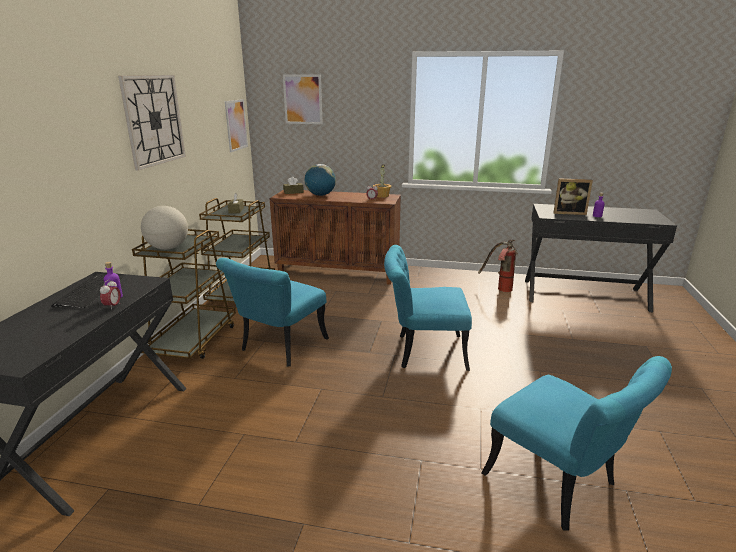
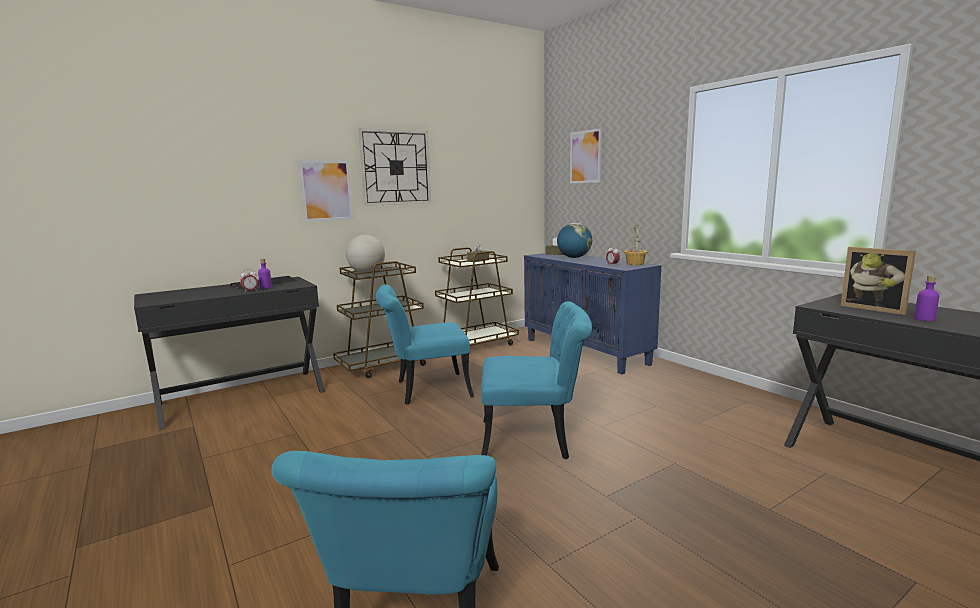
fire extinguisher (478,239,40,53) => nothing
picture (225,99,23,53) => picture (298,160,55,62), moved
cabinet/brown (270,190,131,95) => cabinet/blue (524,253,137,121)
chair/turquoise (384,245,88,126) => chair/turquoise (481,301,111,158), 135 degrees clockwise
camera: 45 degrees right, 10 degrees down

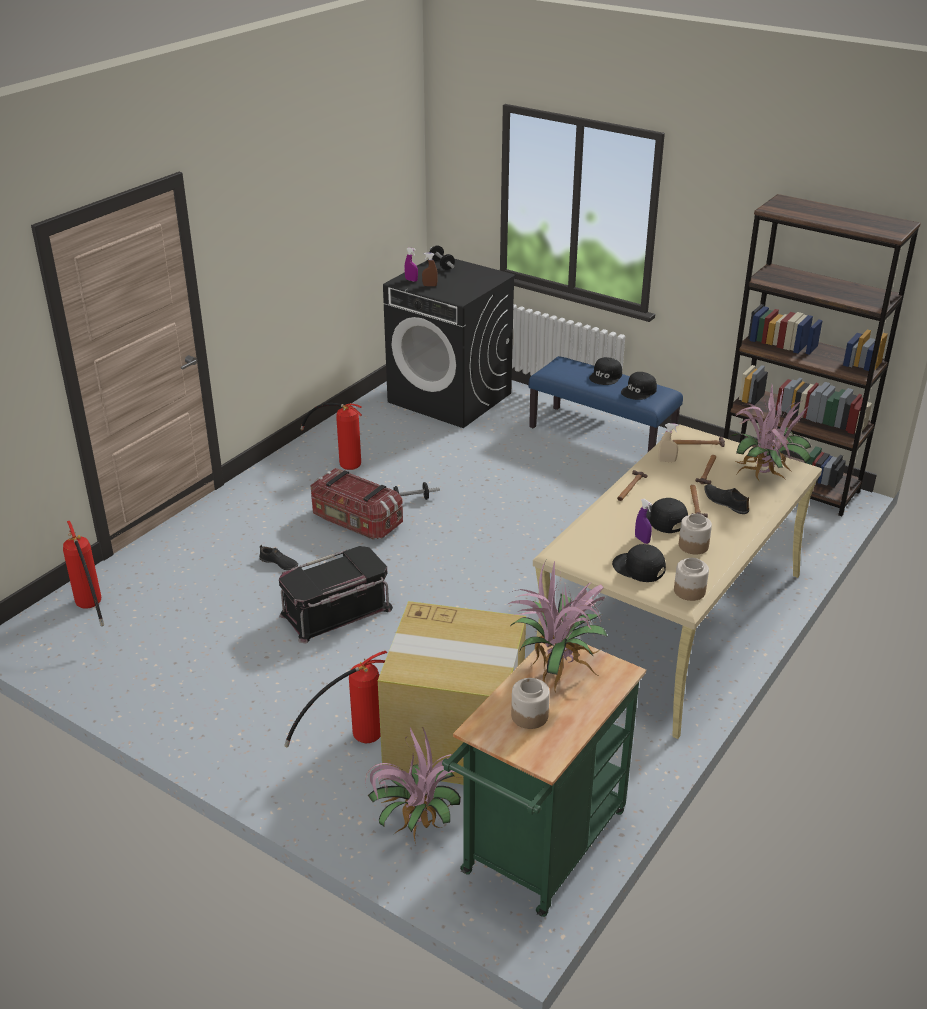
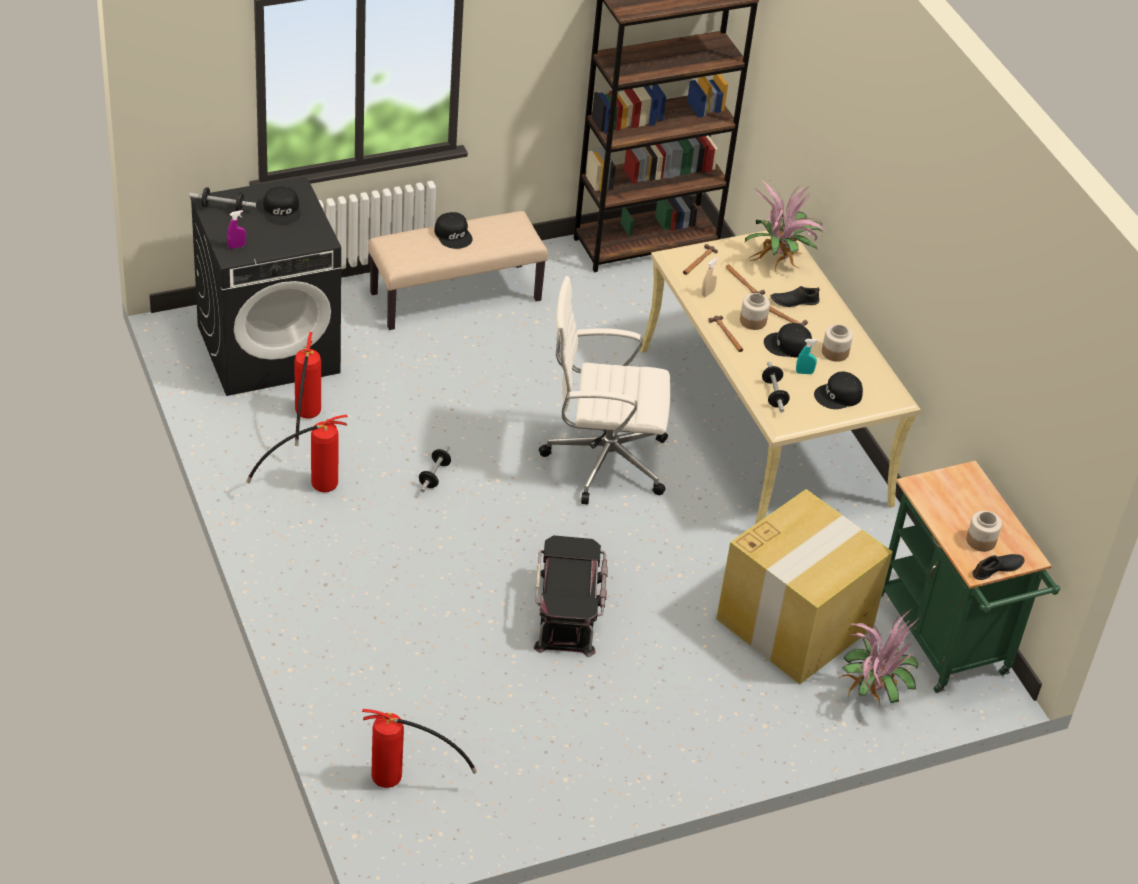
storage box (310,468,93,71) => nothing
spray bottle/brown (422,253,16,33) => nothing
potted plant (507,559,101,134) => nothing
nothing => office chair/white (539,276,131,229)
nothing => dumbbell (762,362,28,51)
shoe/black (259,545,39,25) => shoe/black (972,554,53,26), moved
fire extinguisher (284,651,103,96) => fire extinguisher (294,332,27,114), moved
cap/black (621,372,36,28) => cap/black (263,186,37,39), moved
jar (674,558,35,43) => jar (740,293,30,37), moved
bench/blue (528,356,155,96) => bench/beige (368,211,180,119)
spray bottle/purple (635,499,17,45) => spray bottle/turquoise (796,339,23,35)
camera: 60 degrees left, 10 degrees up

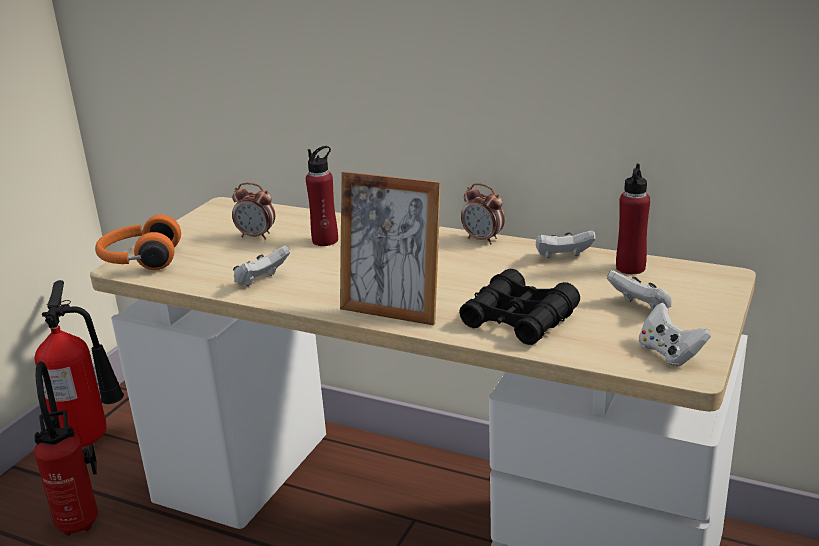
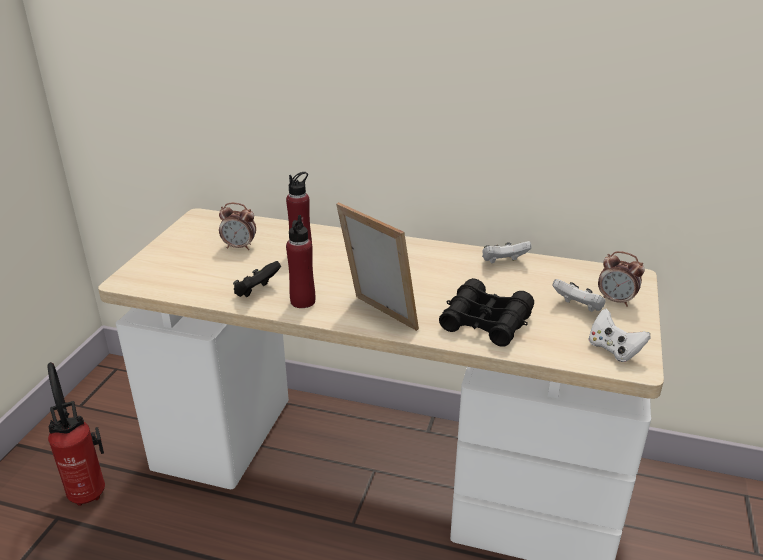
fire extinguisher (35,280,89,167) => nothing
headphones/orange (95,215,86,55) => nothing
alarm clock (461,183,44,62) => alarm clock (598,251,47,56), moved
bottle/red (616,164,34,110) => bottle/red (286,215,29,93), moved
game controller/white (233,246,57,40) => game controller/black (233,261,48,36)
picture frame (340,171,101,154) => picture frame (336,202,83,129), 150 degrees counterclockwise
camera: 10 degrees left, 5 degrees up

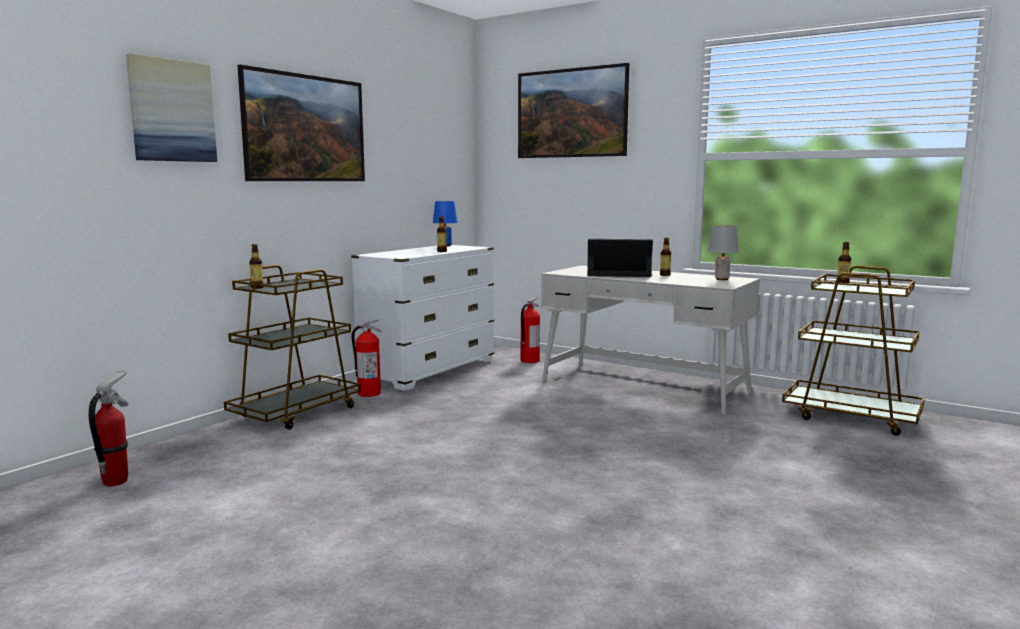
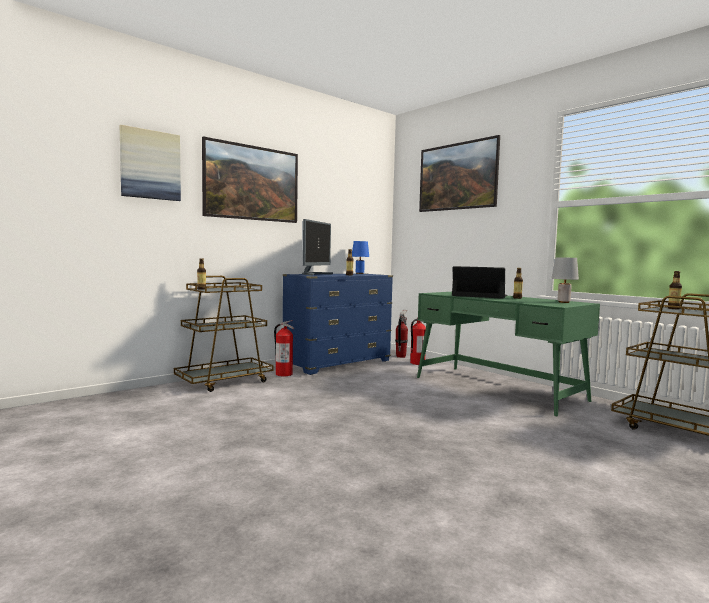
nothing => monitor (302,219,31,57)
fire extinguisher (89,371,40,115) => fire extinguisher (395,310,13,48), moved
dresser/white (351,245,143,146) => dresser/blue (283,273,110,102)
desk/white (541,266,219,148) => desk/green (417,292,183,124)
camera: 15 degrees right, 5 degrees down

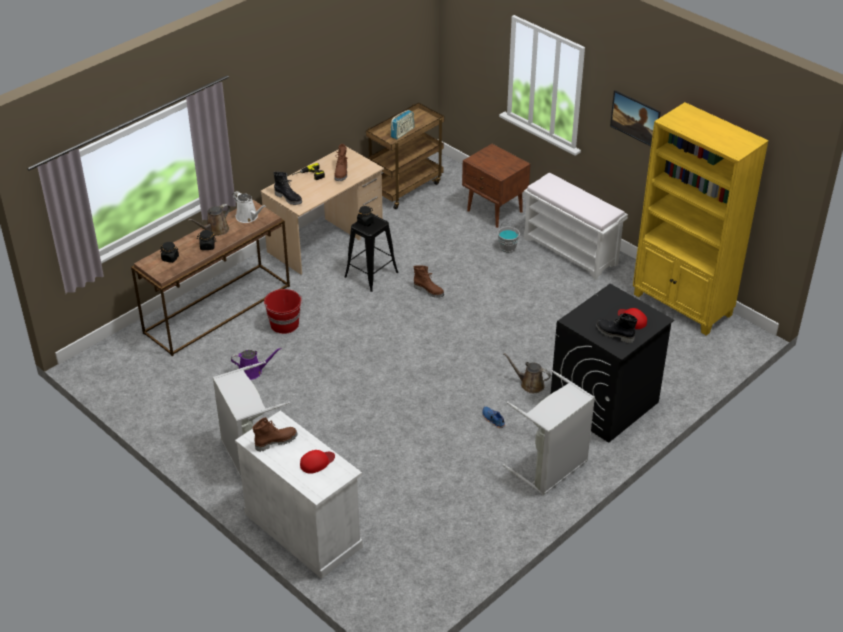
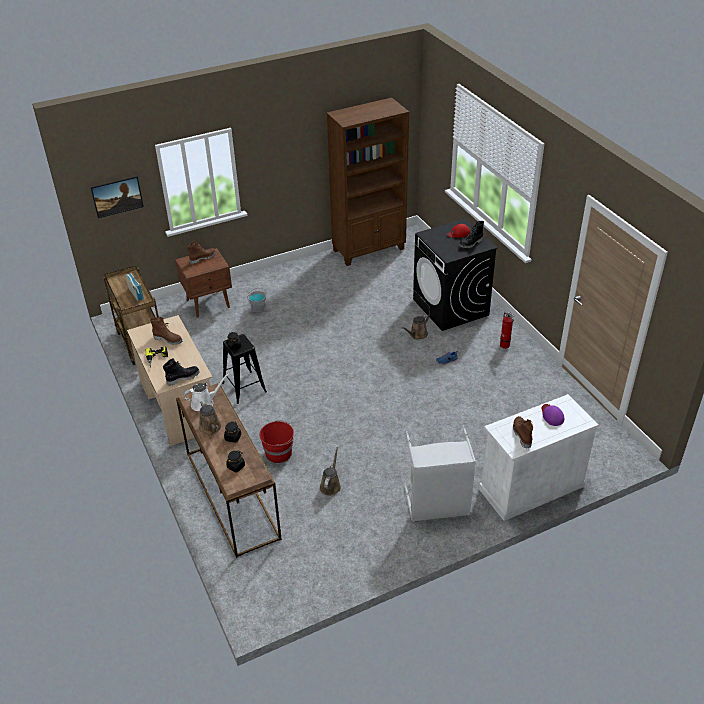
bench/white (524,173,104,107) => nothing
boot/brown (414,265,30,33) => boot/brown (187,241,29,23), moved
picture (610,90,51,56) => picture (91,176,53,42), moved
laundry basket/grey (503,370,92,125) => fire extinguisher (500,312,15,37)
watering can/purple (231,348,51,32) => watering can/brown (320,447,21,49)
cap/red (300,450,35,24) => cap/purple (541,404,23,22)
bookcase/yellow (633,102,136,234) => bookcase/brown (327,98,82,168)
camera: 70 degrees left, 0 degrees up

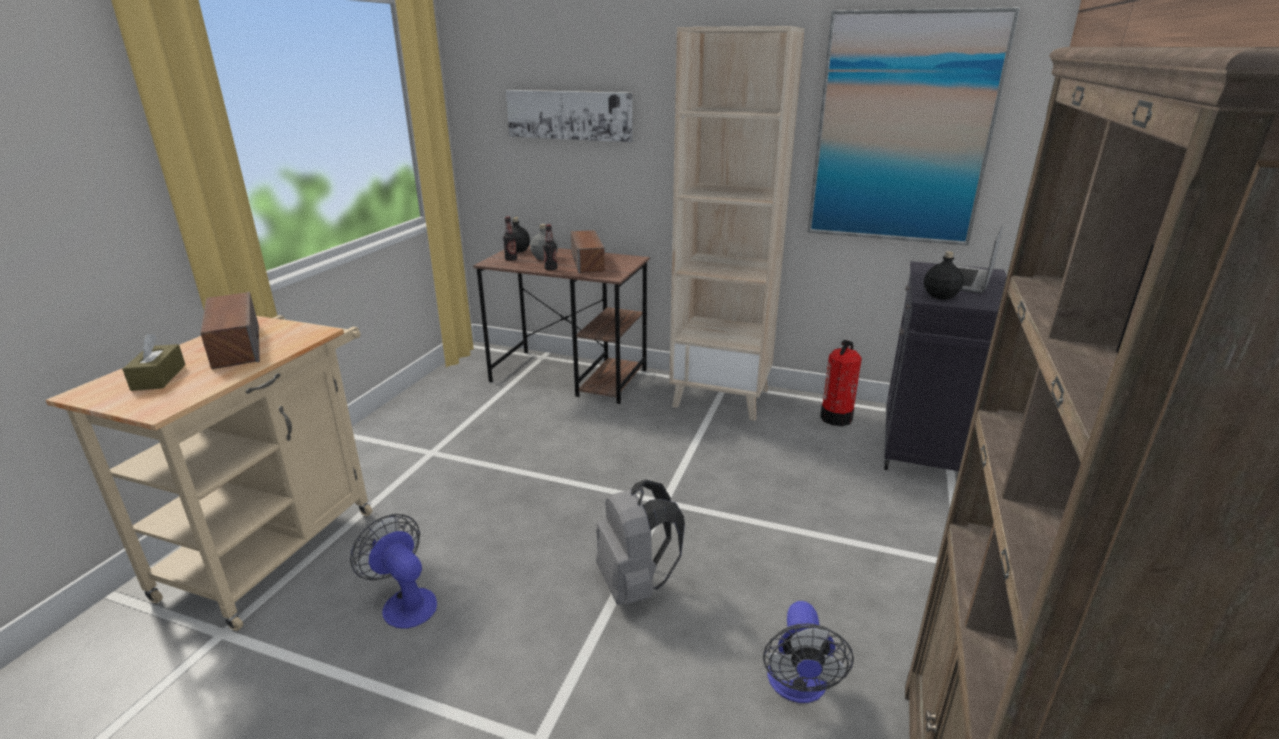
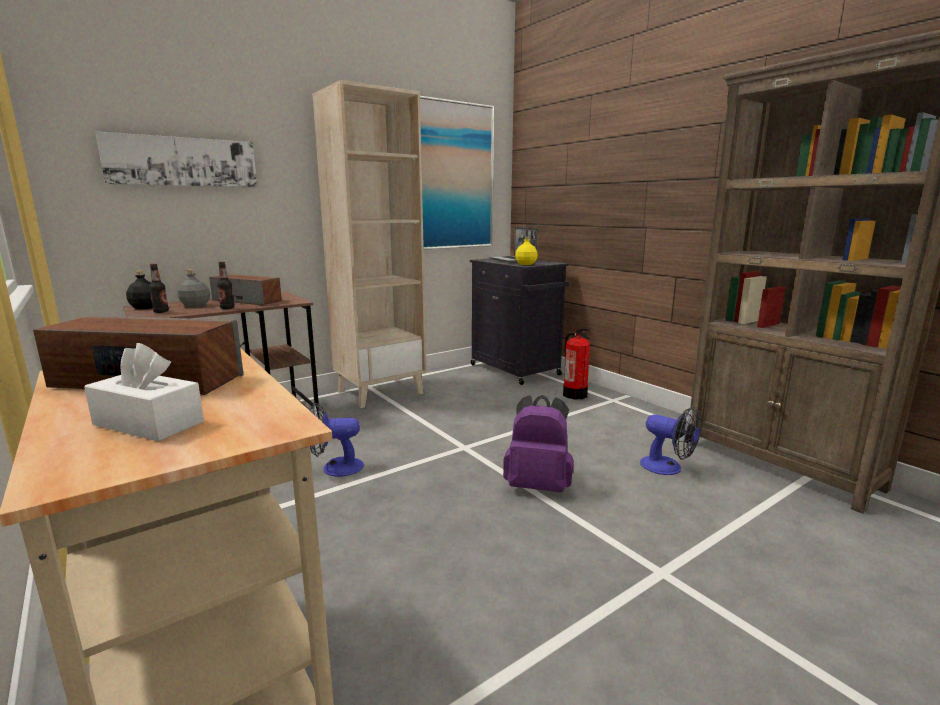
fan (350,514,87,115) => fan (310,403,54,74), moved
fire extinguisher (820,340,42,86) => fire extinguisher (563,328,27,71), moved
tissue box/brown (122,334,63,57) => tissue box/white (84,343,120,98)
backpack/grey (596,479,89,126) => backpack/purple (503,395,71,97)
bottle/black (924,251,40,49) => bottle/yellow (515,236,23,29)
camera: 55 degrees left, 10 degrees down

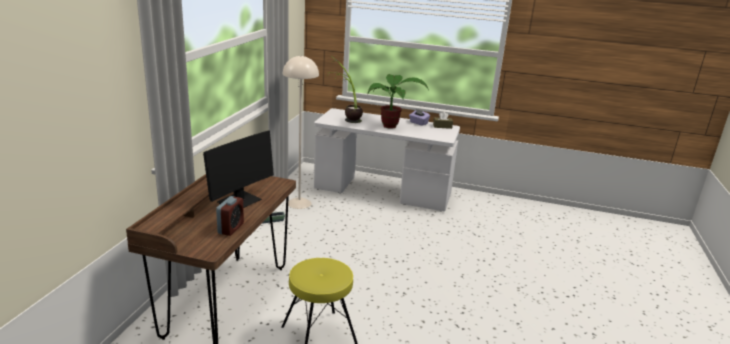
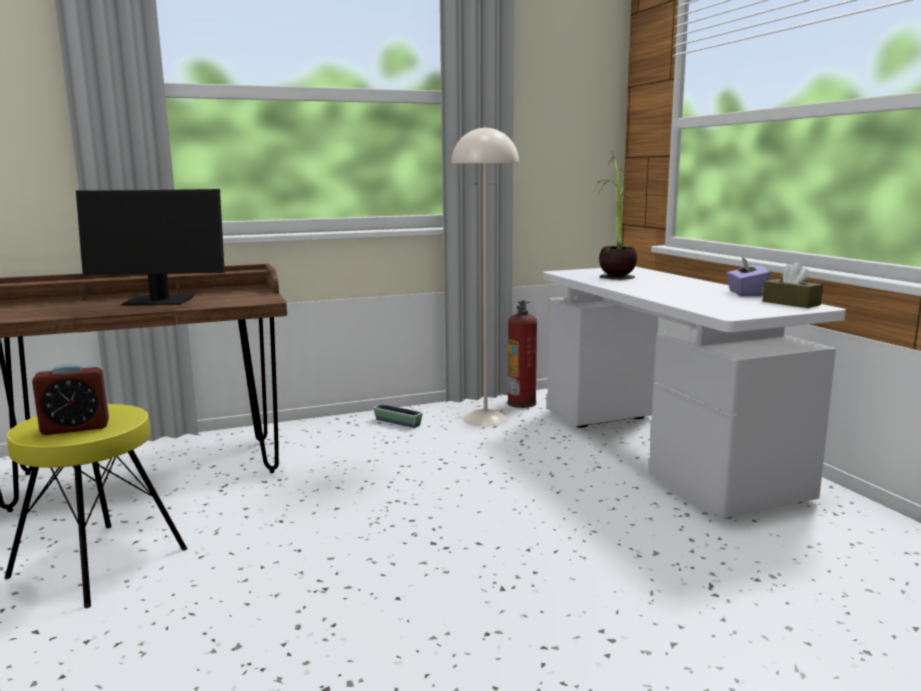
potted plant (368,74,61,55) => nothing
nothing => fire extinguisher (507,300,30,108)
alarm clock (216,196,28,40) => alarm clock (32,364,77,71), moved
camera: 55 degrees right, 10 degrees down

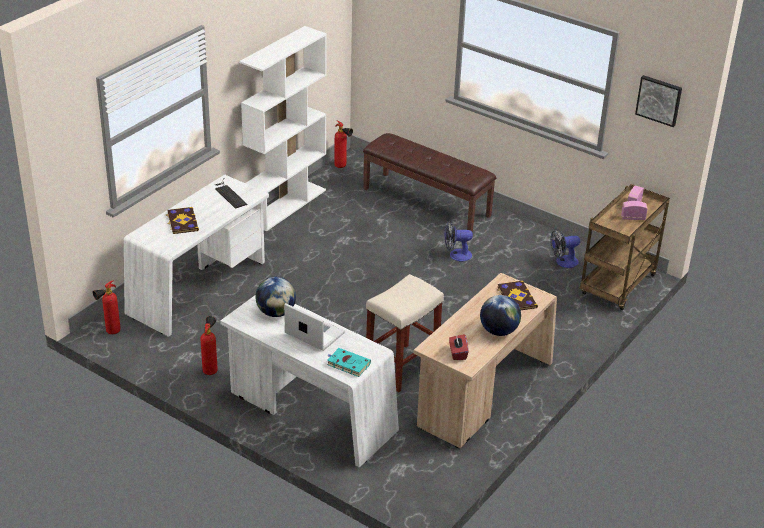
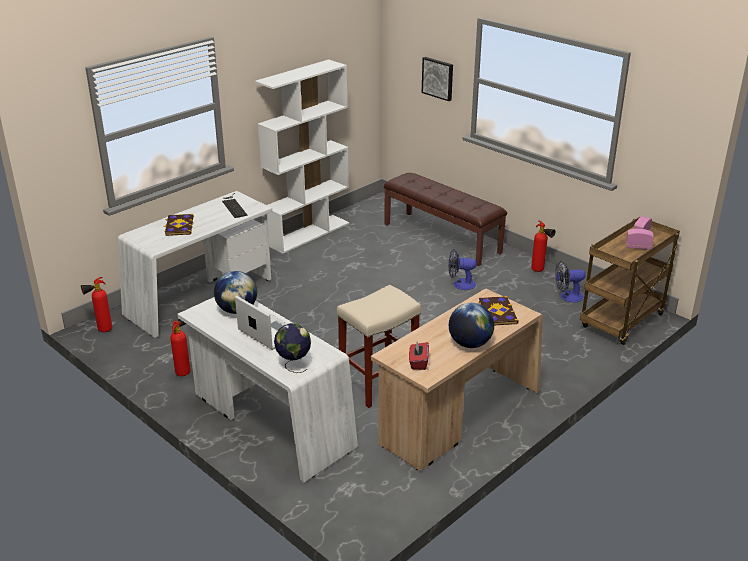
fire extinguisher (334,121,19,47) => fire extinguisher (531,220,25,52), moved
picture (635,75,47,52) => picture (422,57,31,44), moved
book/turquoise (327,348,44,29) => globe (274,323,37,50)
camera: 10 degrees right, 5 degrees down

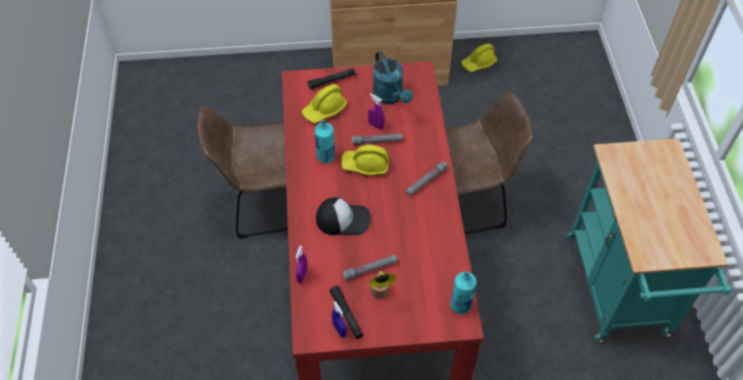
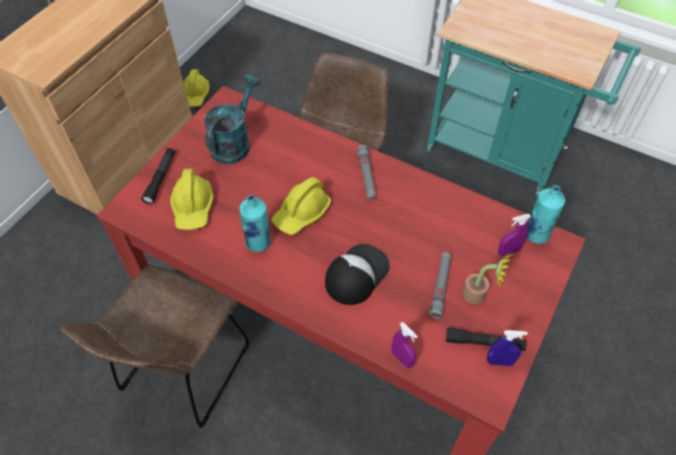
flashlight/grey (352,134,51,11) => nothing
spray bottle/purple (368,93,17,37) => spray bottle/purple (498,214,33,42), moved
watering can/turquoise (373,51,40,53) => watering can/turquoise (204,74,56,90), 75 degrees counterclockwise
camera: 55 degrees left, 0 degrees up

